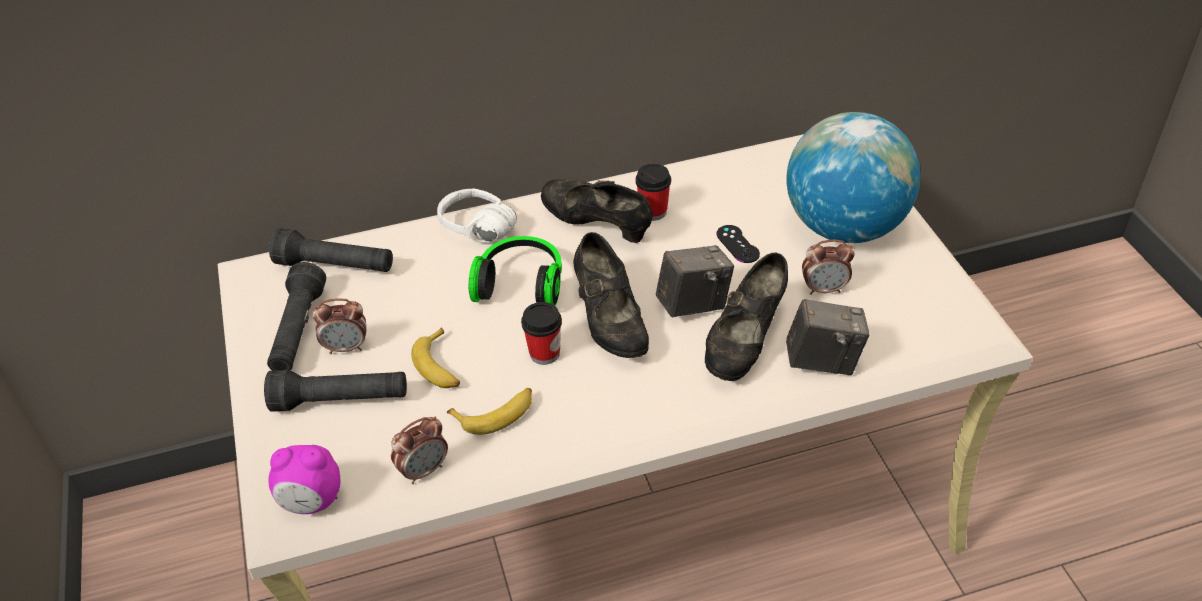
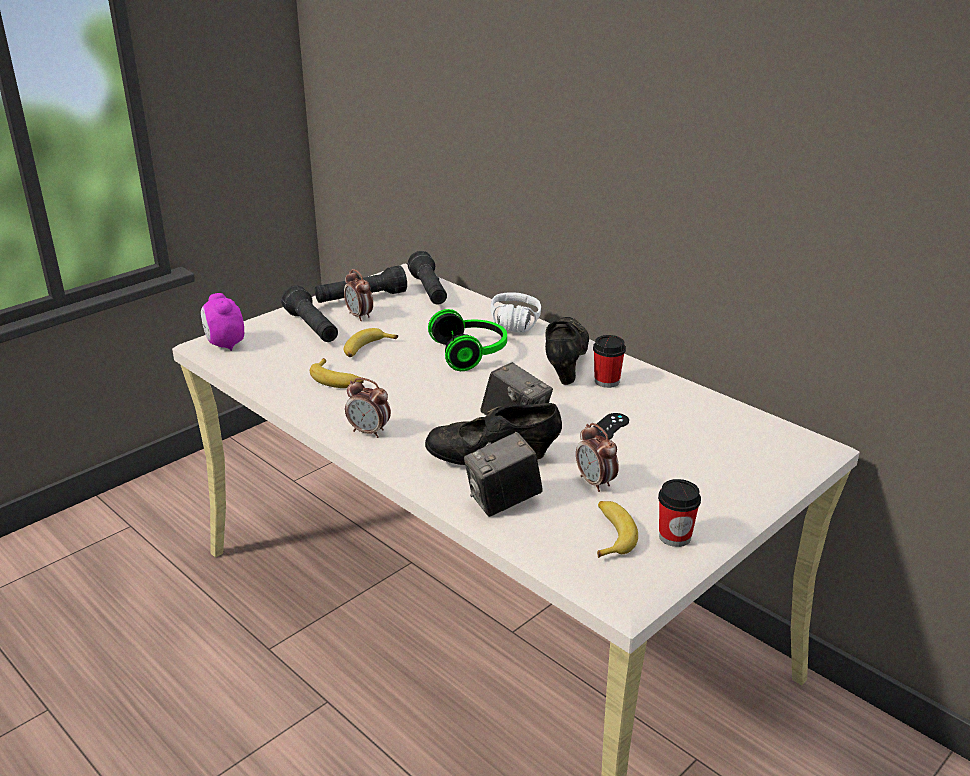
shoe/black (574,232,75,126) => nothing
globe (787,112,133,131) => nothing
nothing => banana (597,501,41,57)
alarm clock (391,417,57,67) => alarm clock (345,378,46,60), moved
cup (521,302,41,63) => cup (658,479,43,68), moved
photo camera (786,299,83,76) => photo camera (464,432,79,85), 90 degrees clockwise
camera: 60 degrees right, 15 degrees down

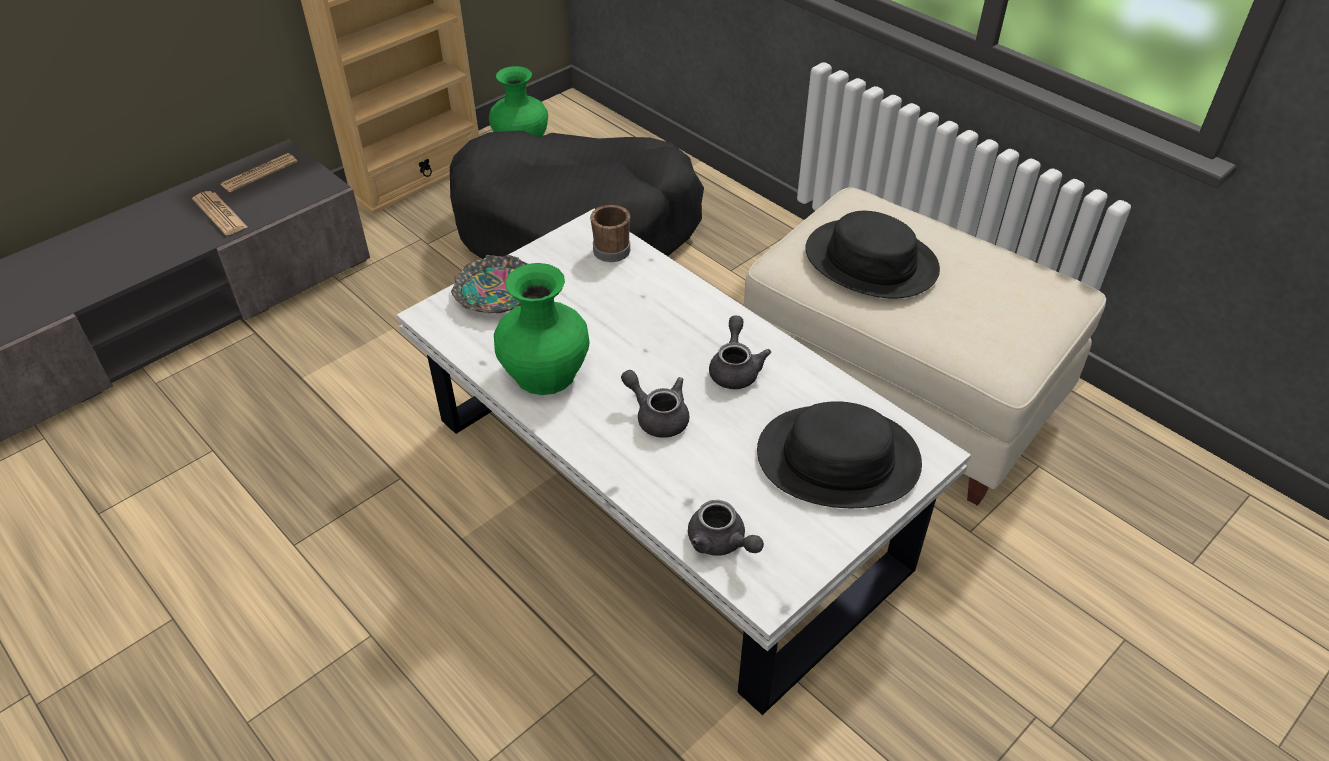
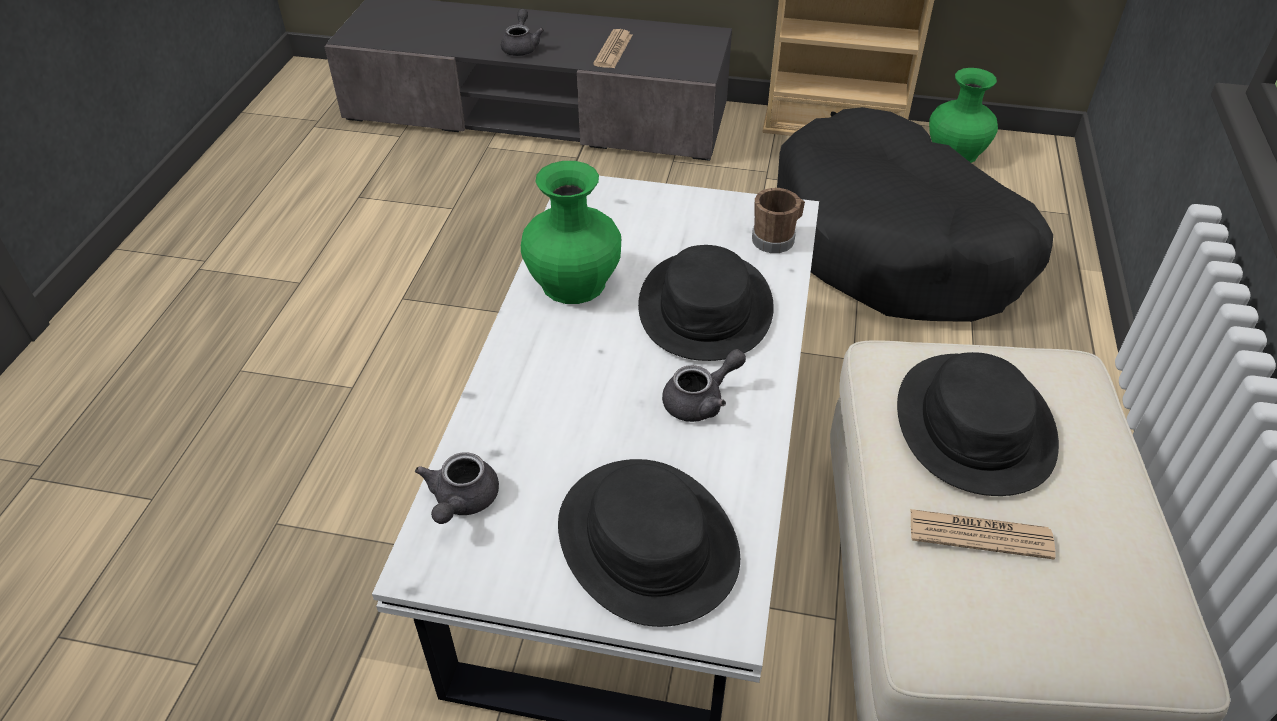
bowl (451,255,76,58) => nothing
nothing => hat/black (638,245,136,116)
newspaper (220,153,78,39) => newspaper (910,509,145,51), moved
teapot/grey (621,370,68,68) => teapot/grey (501,9,43,47), moved
camera: 55 degrees right, 0 degrees up

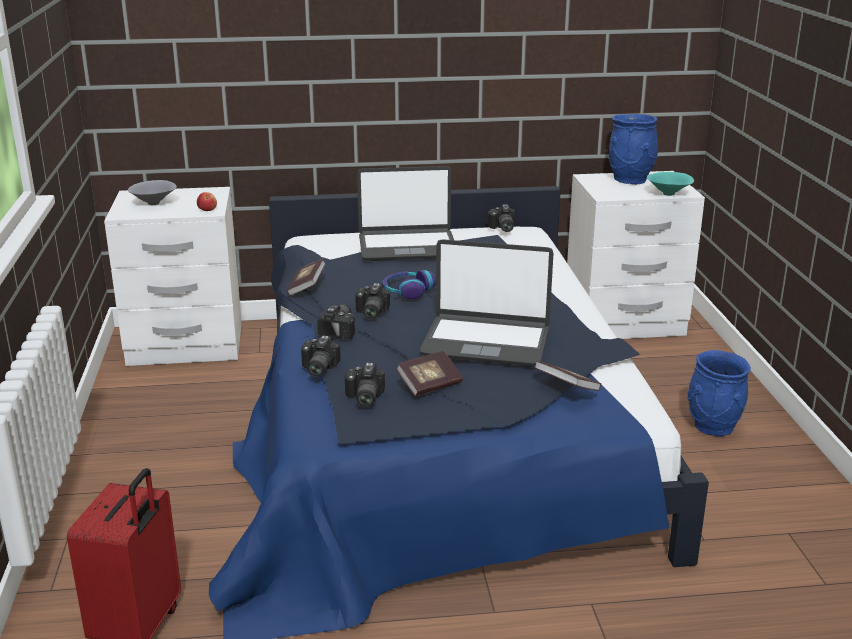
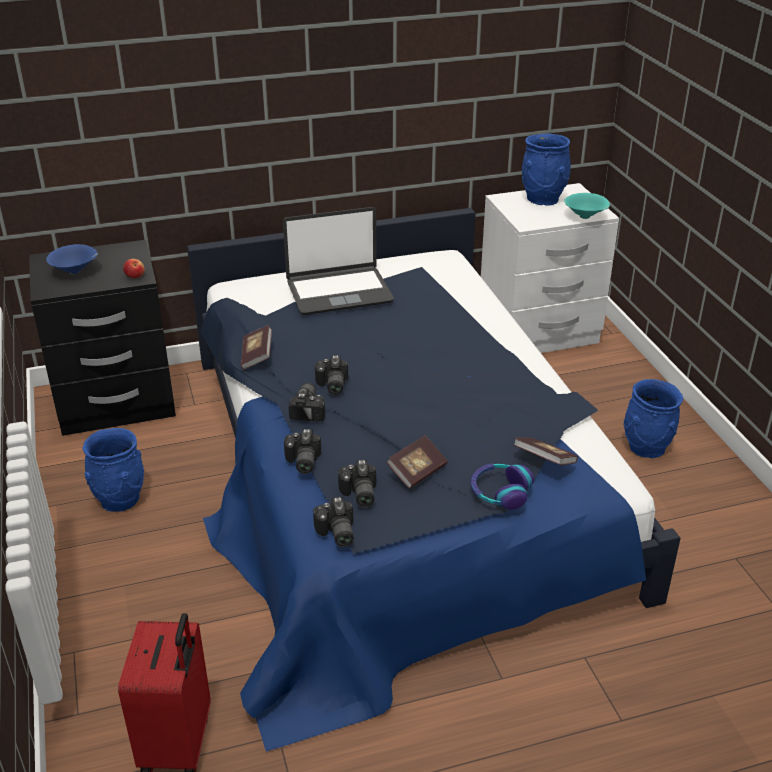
laptop (420,239,133,128) => nothing
nothing => vase/blue (83,428,61,84)
headphones (382,270,54,29) => headphones (471,464,63,46), moved
photo camera (488,204,27,28) => photo camera (313,497,41,50), moved
nightstand/white (104,187,138,179) => nightstand/black (29,240,147,196)
bowl/grey (128,180,49,25) => bowl/blue (46,244,52,30)
camera: 10 degrees left, 10 degrees up

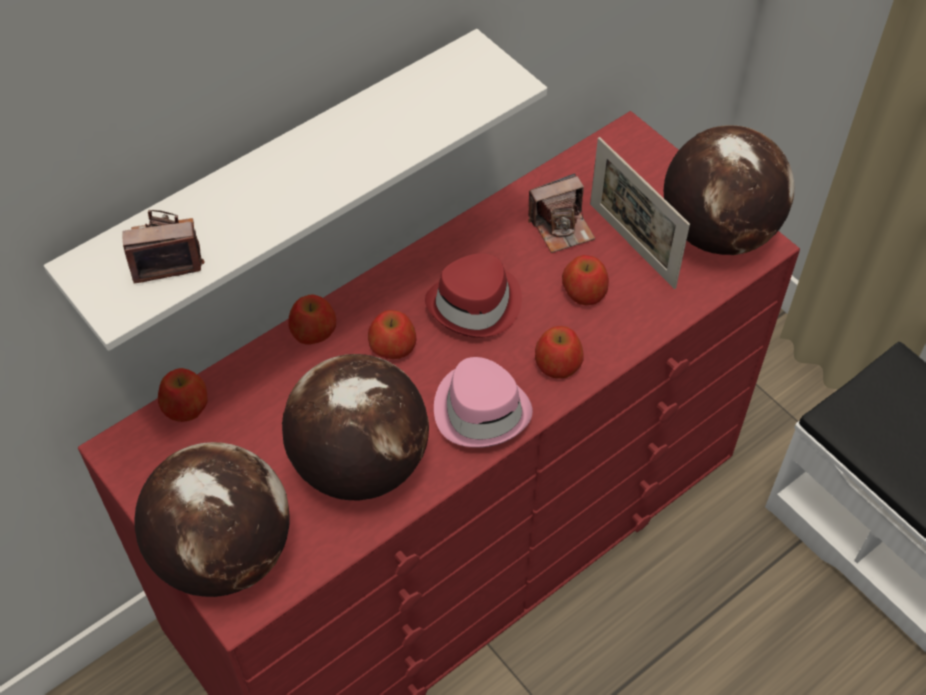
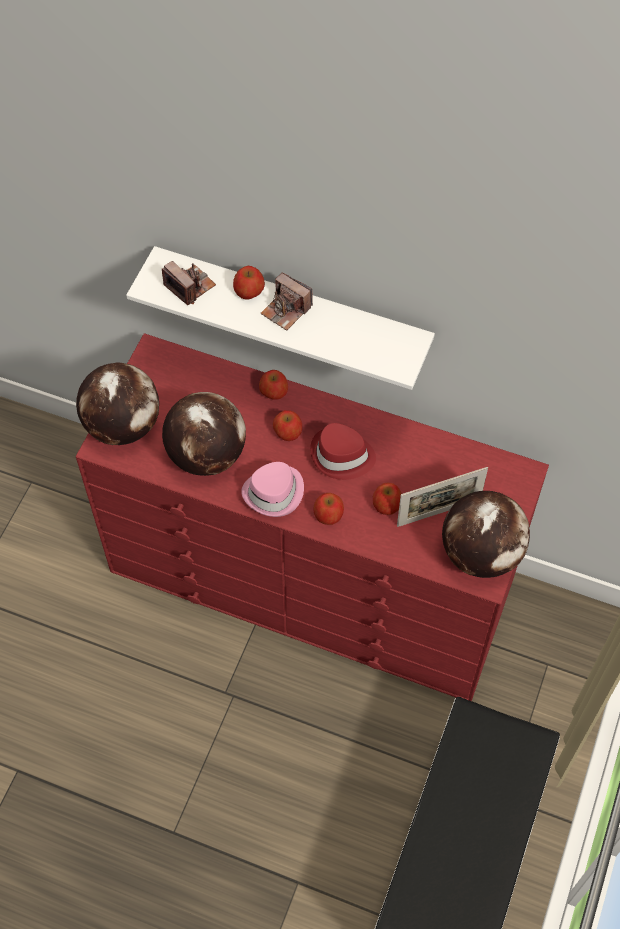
apple (158,368,50,54) => apple (233,266,32,34), moved
photo camera (528,173,67,80) => photo camera (261,273,52,57), moved
picture frame (590,137,100,152) => picture frame (397,467,91,60), 135 degrees counterclockwise
camera: 60 degrees right, 5 degrees up

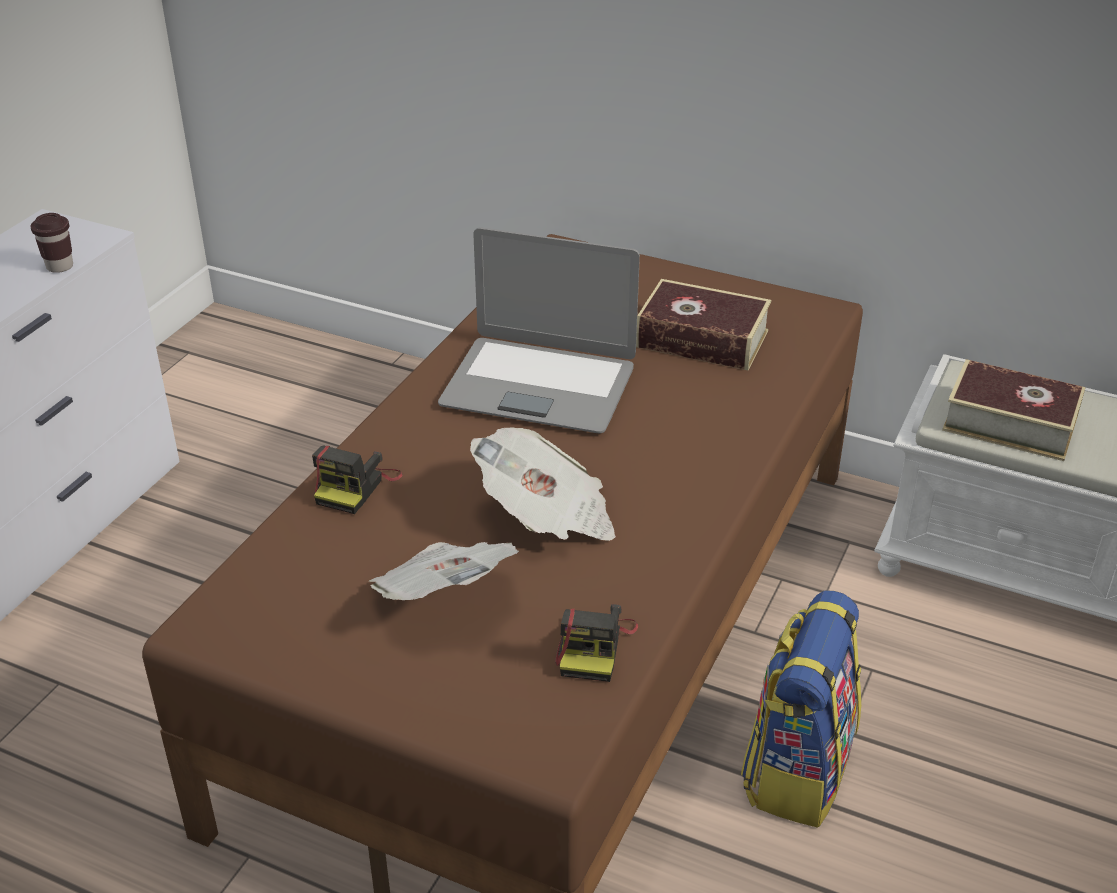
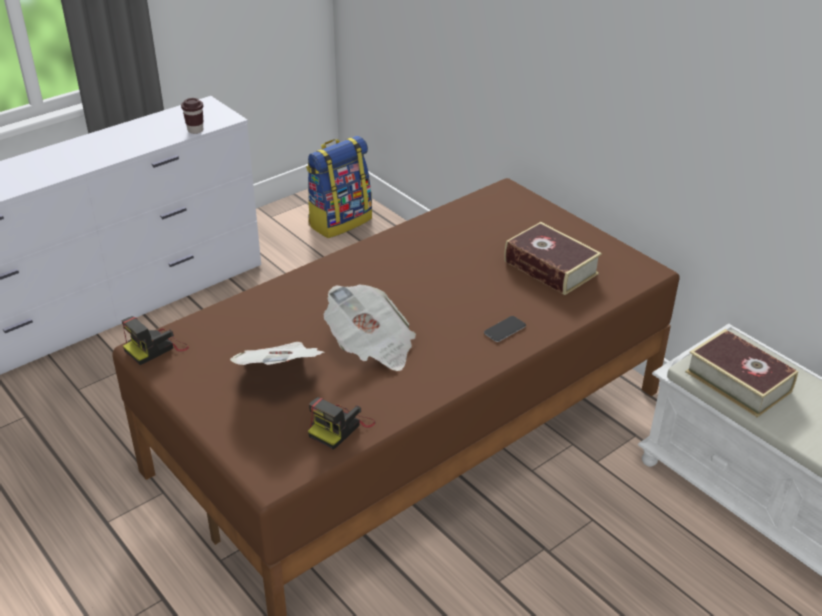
laptop (438,227,202,206) => nothing
nothing => phone (484,316,42,26)
photo camera (312,446,91,68) => photo camera (121,316,68,49), moved
backpack (741,590,120,238) => backpack (306,136,66,102), moved
camera: 25 degrees right, 0 degrees up

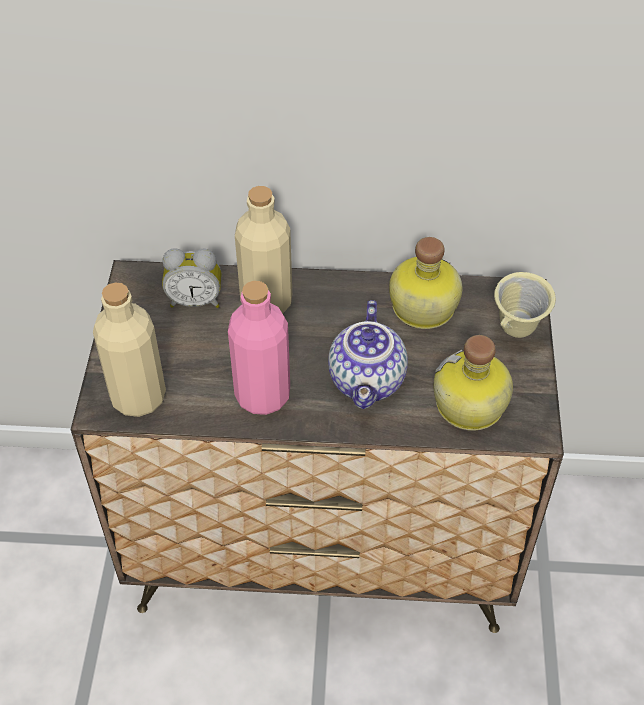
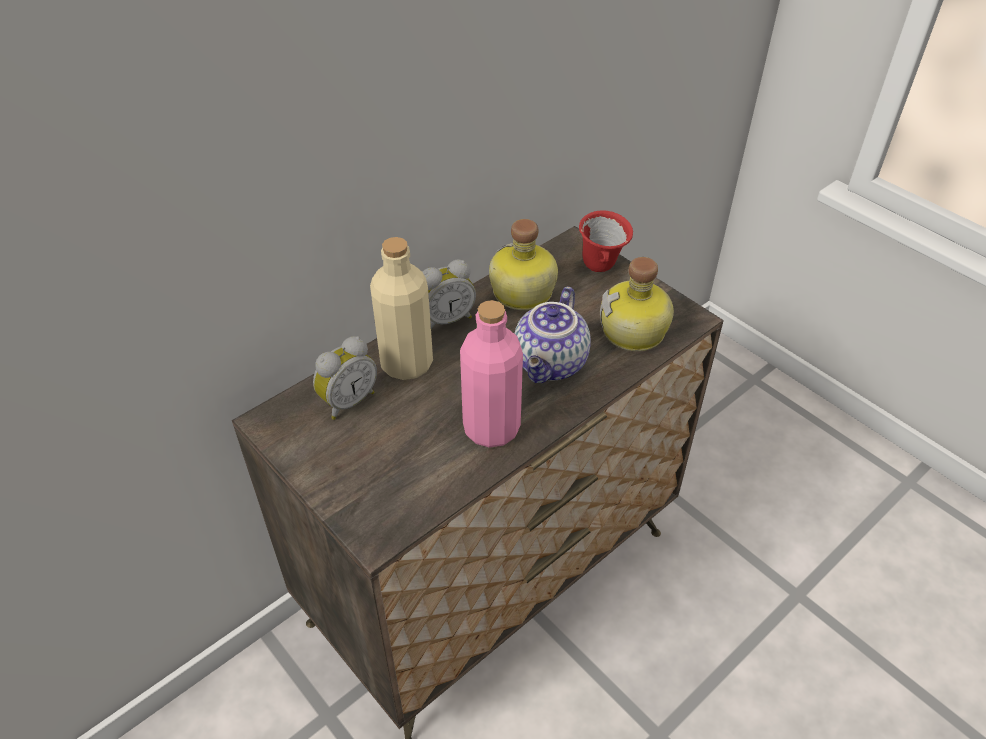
bottle/beige (93,283,73,134) => nothing
nothing => alarm clock (423,259,53,70)
mug/beige (494,272,62,66) => mug/red (579,211,54,61)
teapot (328,300,80,109) => teapot (514,286,77,97), 60 degrees clockwise
camera: 45 degrees left, 5 degrees down

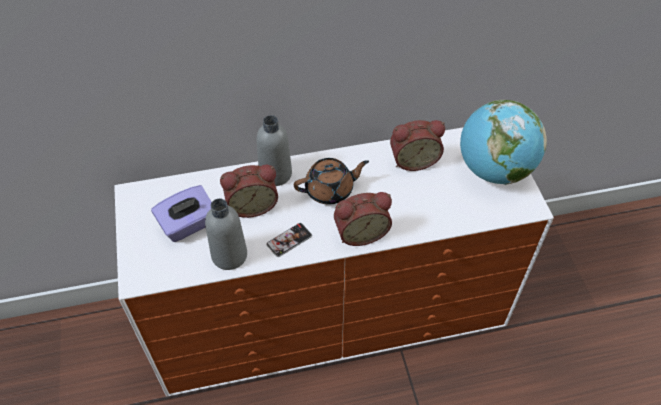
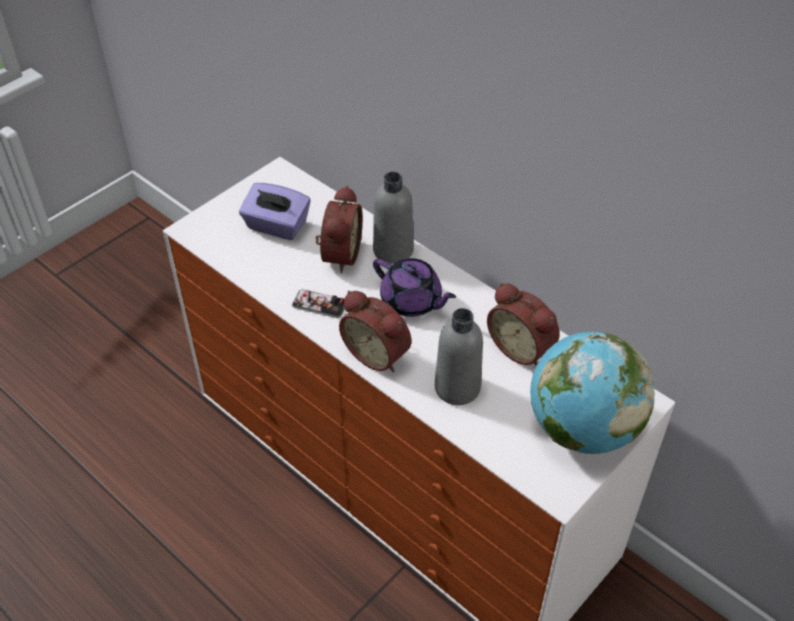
bottle/grey (205,199,42,71) => bottle/grey (435,308,48,97), moved
teapot/brown (294,158,75,47) => teapot/purple (373,258,83,59)
alarm clock (220,165,58,53) => alarm clock (316,185,47,88), 120 degrees counterclockwise
camera: 55 degrees right, 5 degrees down

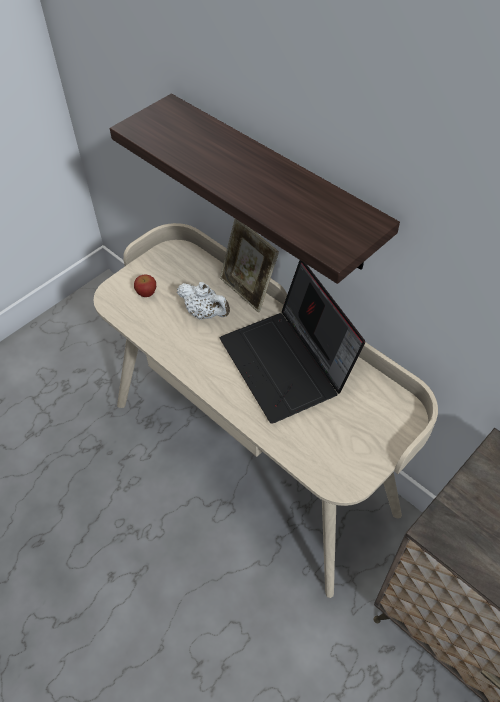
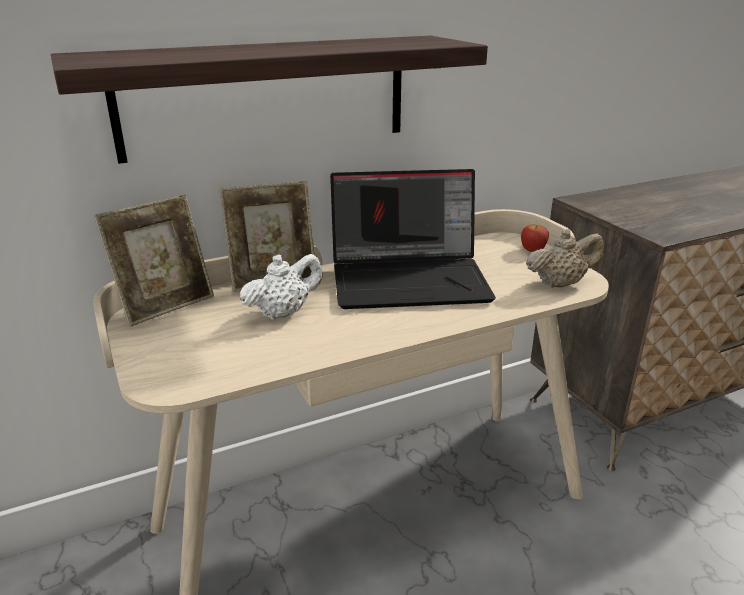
nothing => picture frame (94,194,120,133)
nothing => teapot/beige (526,229,78,59)
apple (134,274,22,23) => apple (521,225,28,27), moved
camera: 70 degrees left, 25 degrees down

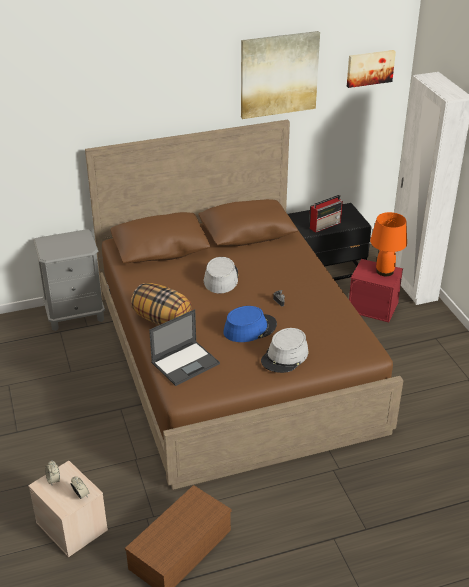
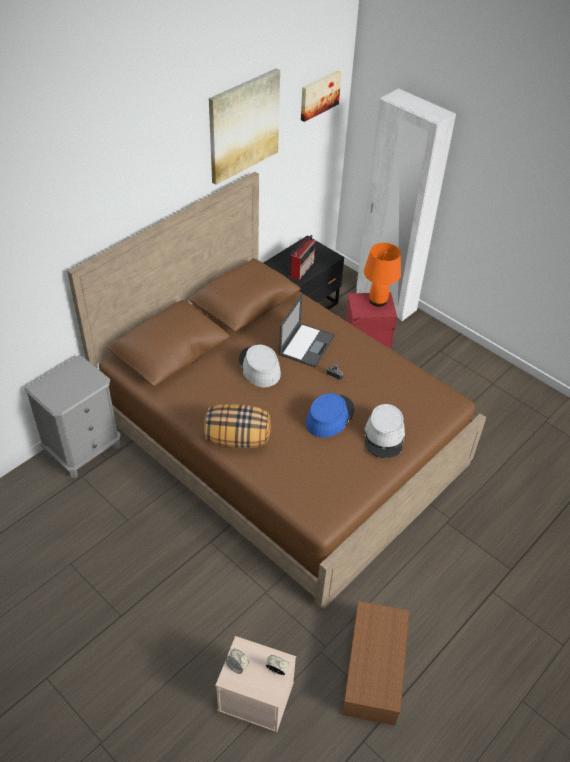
laptop (149,309,71,77) => laptop (279,294,56,74), moved
camera: 30 degrees left, 10 degrees up

